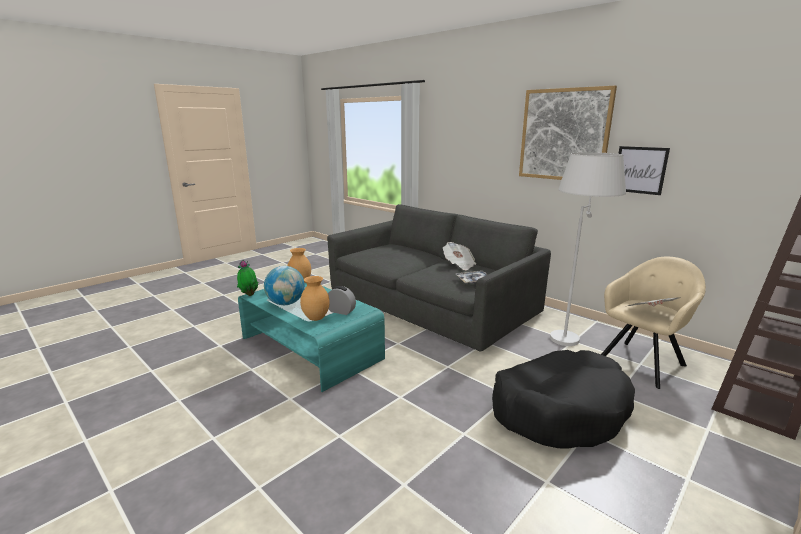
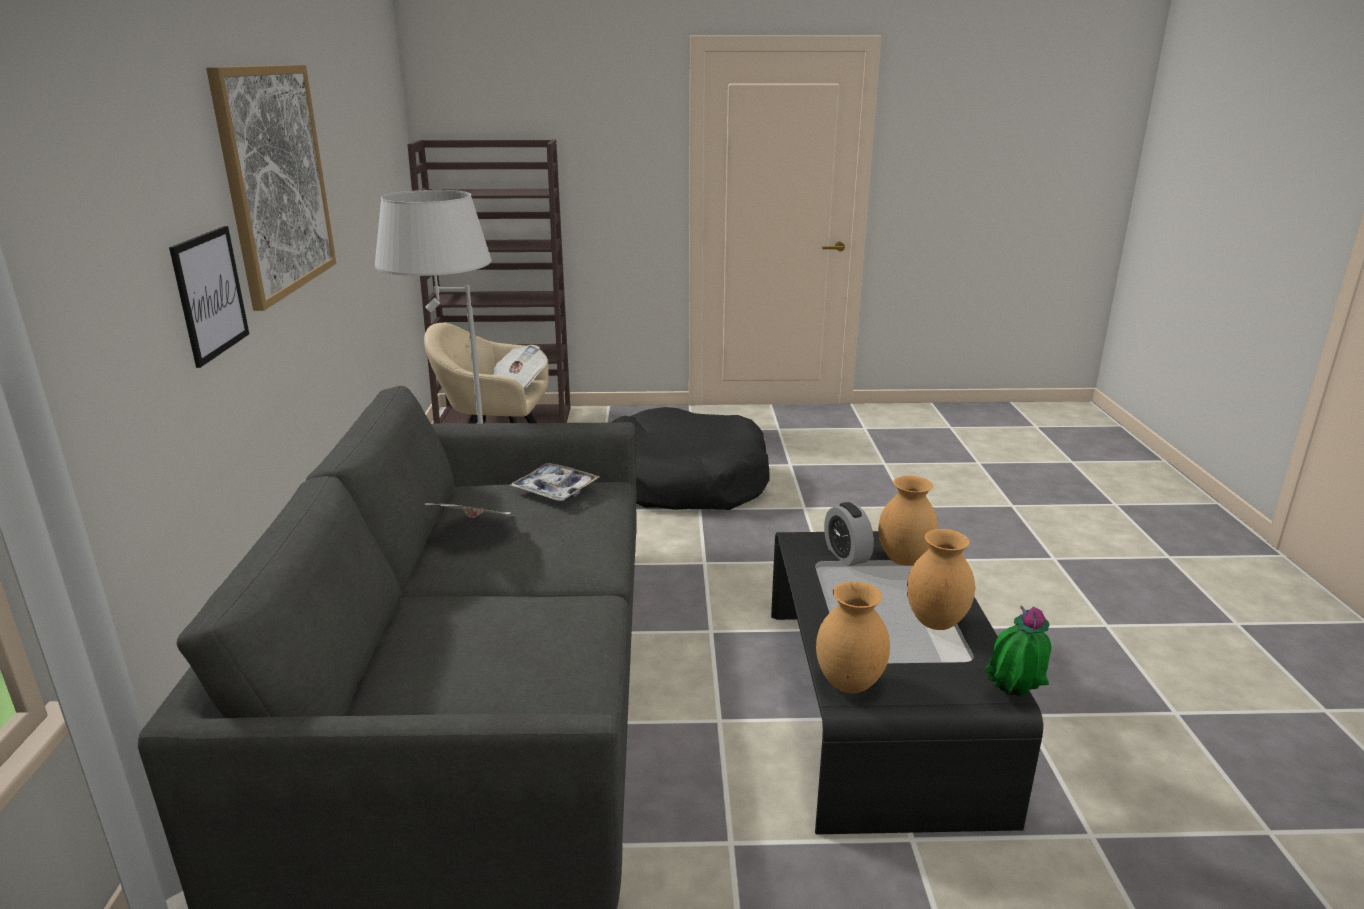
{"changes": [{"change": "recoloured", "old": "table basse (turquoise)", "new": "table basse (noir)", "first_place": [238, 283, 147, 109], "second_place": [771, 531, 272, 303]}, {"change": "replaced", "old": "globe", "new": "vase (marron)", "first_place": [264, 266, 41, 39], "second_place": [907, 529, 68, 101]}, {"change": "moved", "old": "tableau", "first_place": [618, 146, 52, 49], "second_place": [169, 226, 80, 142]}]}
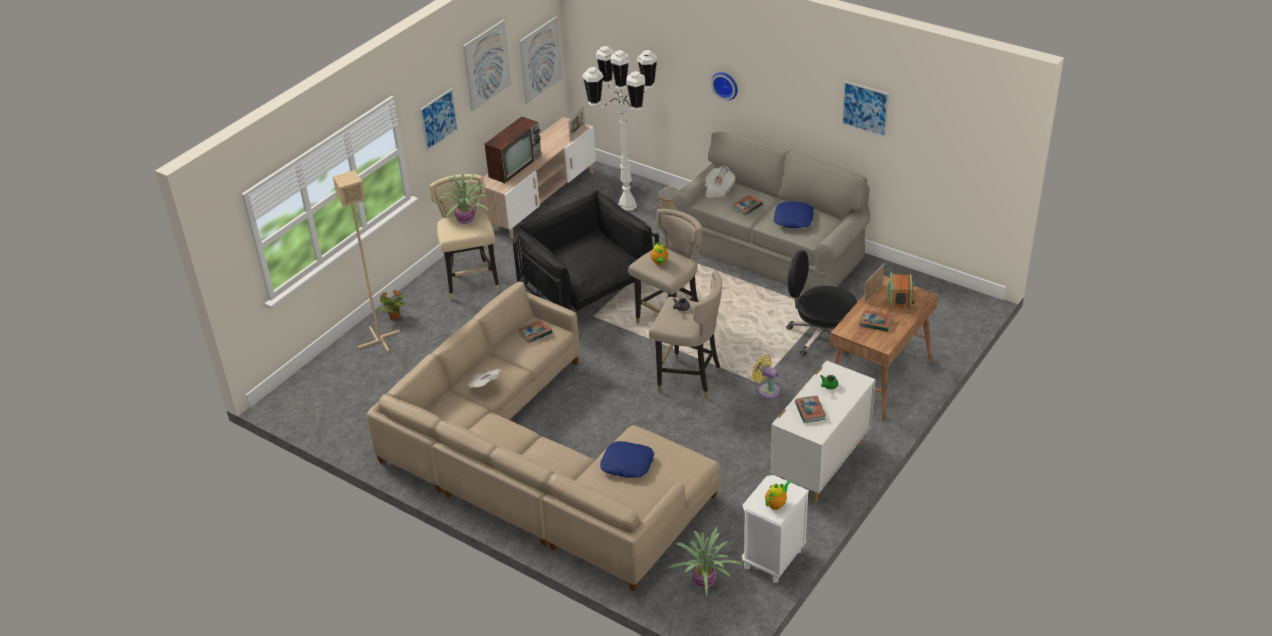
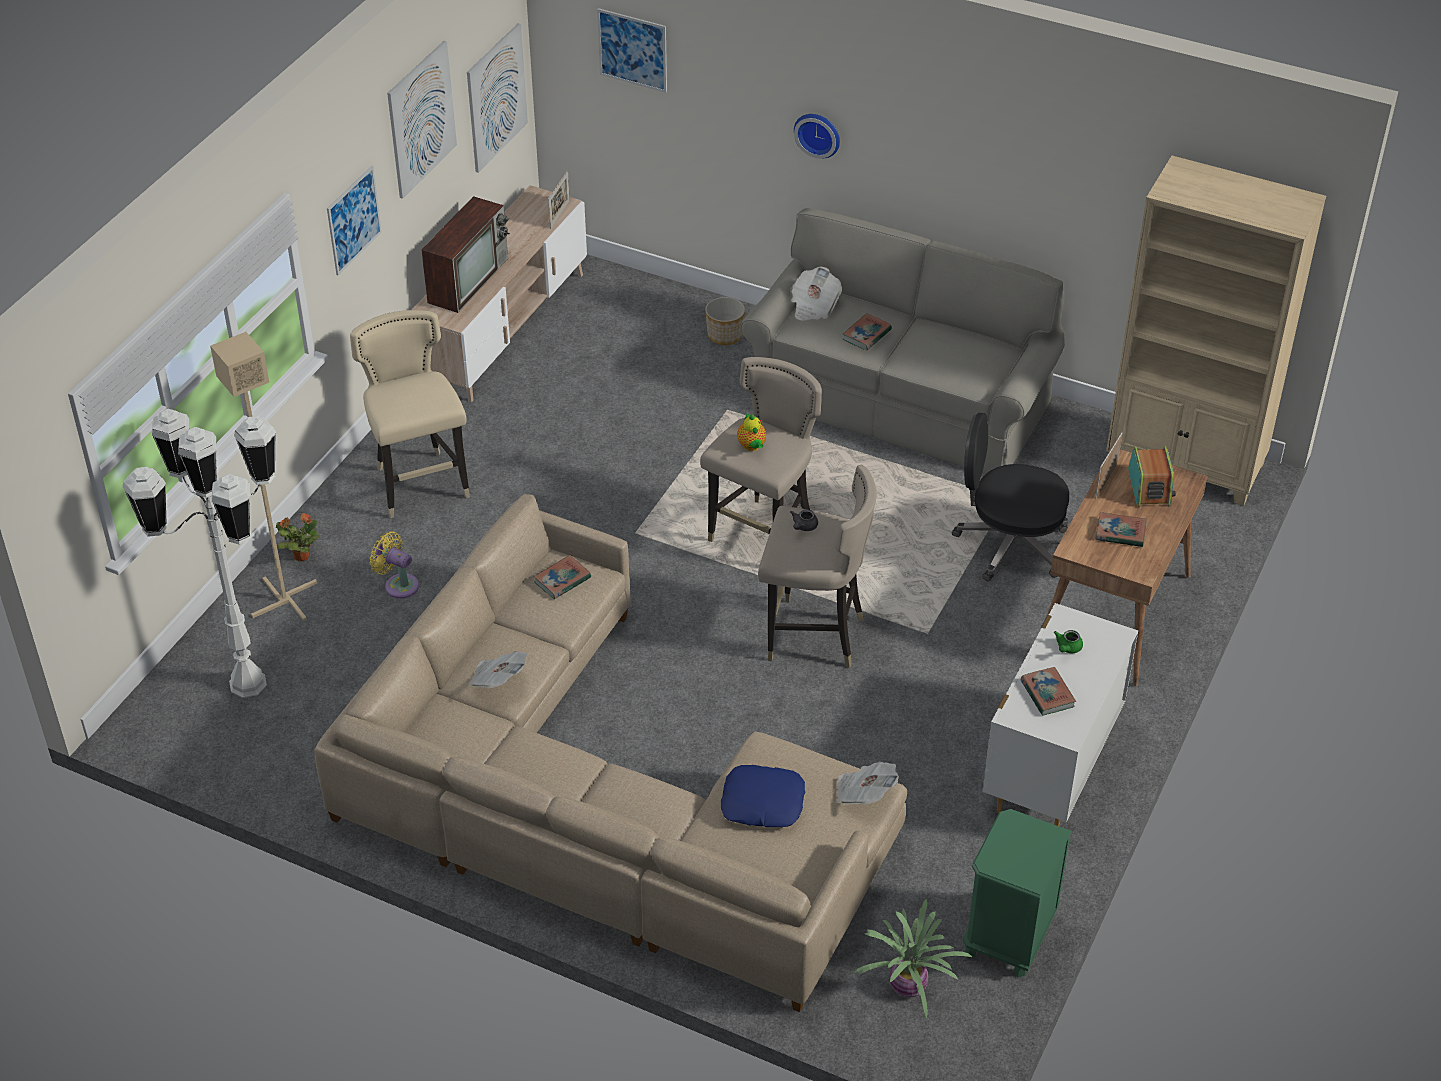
{"changes": [{"change": "removed", "old": "plante en pot", "first_place": [439, 171, 51, 53]}, {"change": "removed", "old": "fauteuil (noir)", "first_place": [513, 190, 146, 121]}, {"change": "moved", "old": "lampadaire (blanc)", "first_place": [582, 46, 76, 165], "second_place": [122, 409, 154, 289]}, {"change": "recoloured", "old": "table de chevet (blanc)", "new": "table de chevet (vert)", "first_place": [742, 475, 67, 108], "second_place": [963, 809, 109, 169]}, {"change": "moved", "old": "ventilateur (jaune)", "first_place": [752, 355, 28, 44], "second_place": [370, 531, 49, 67]}, {"change": "removed", "old": "théière", "first_place": [765, 480, 26, 30]}, {"change": "removed", "old": "coussin (bleu)", "first_place": [774, 201, 40, 27]}, {"change": "moved", "old": "tableau", "first_place": [841, 81, 49, 57], "second_place": [597, 8, 70, 85]}, {"change": "added", "new": "journal", "second_place": [836, 761, 63, 44]}, {"change": "added", "new": "bibliothèque (beige)", "second_place": [1106, 156, 220, 350]}]}
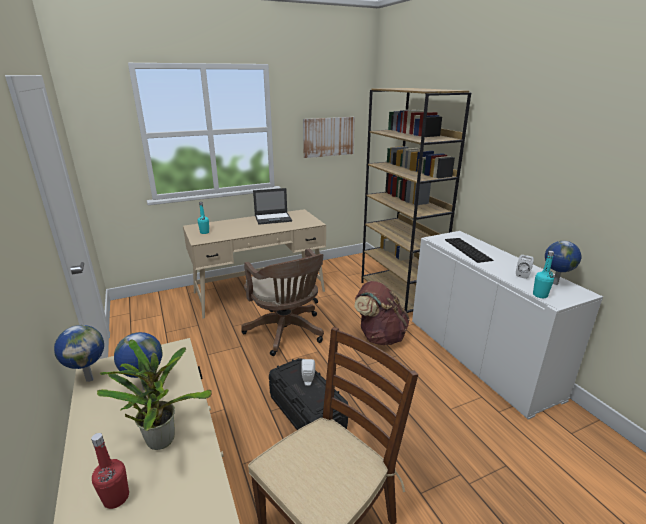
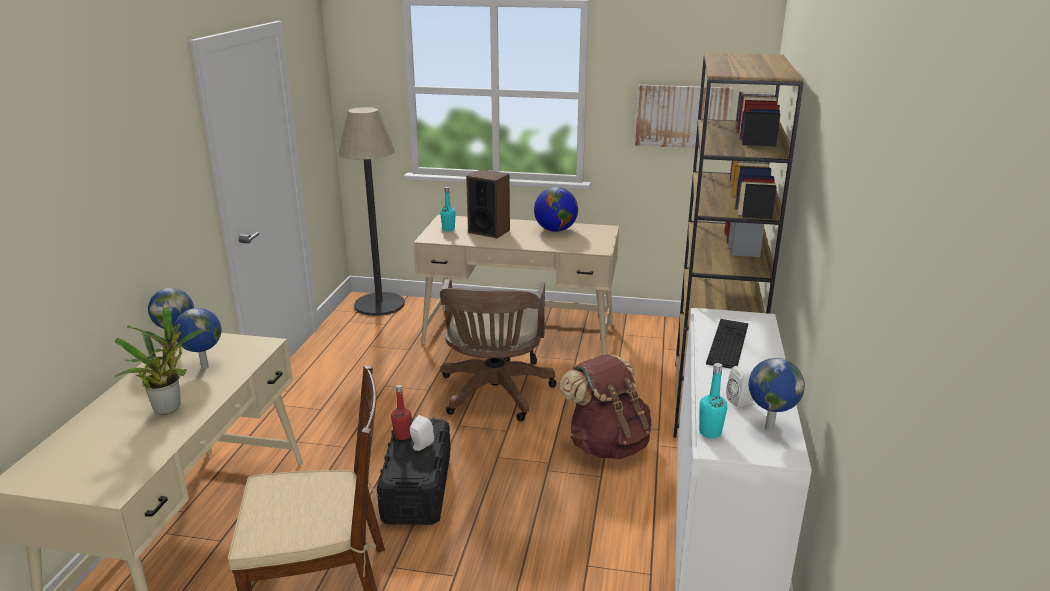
{"changes": [{"change": "moved", "old": "bouteille (rouge)", "first_place": [91, 433, 38, 76], "second_place": [391, 385, 20, 55]}, {"change": "replaced", "old": "ordinateur portable", "new": "globe", "first_place": [253, 188, 39, 37], "second_place": [534, 187, 44, 45]}, {"change": "added", "new": "lampadaire", "second_place": [338, 107, 67, 209]}, {"change": "added", "new": "enceinte", "second_place": [466, 170, 44, 68]}]}
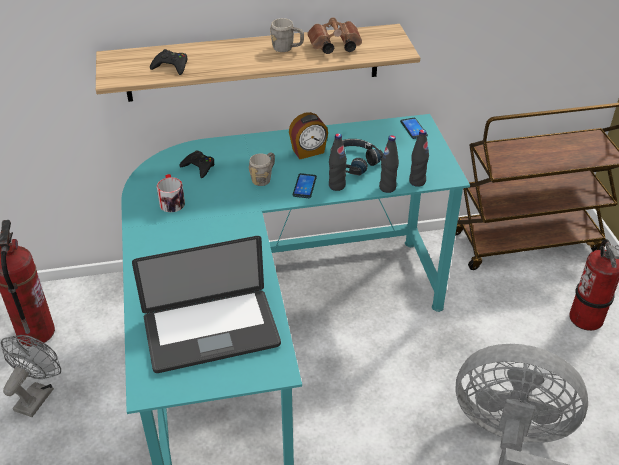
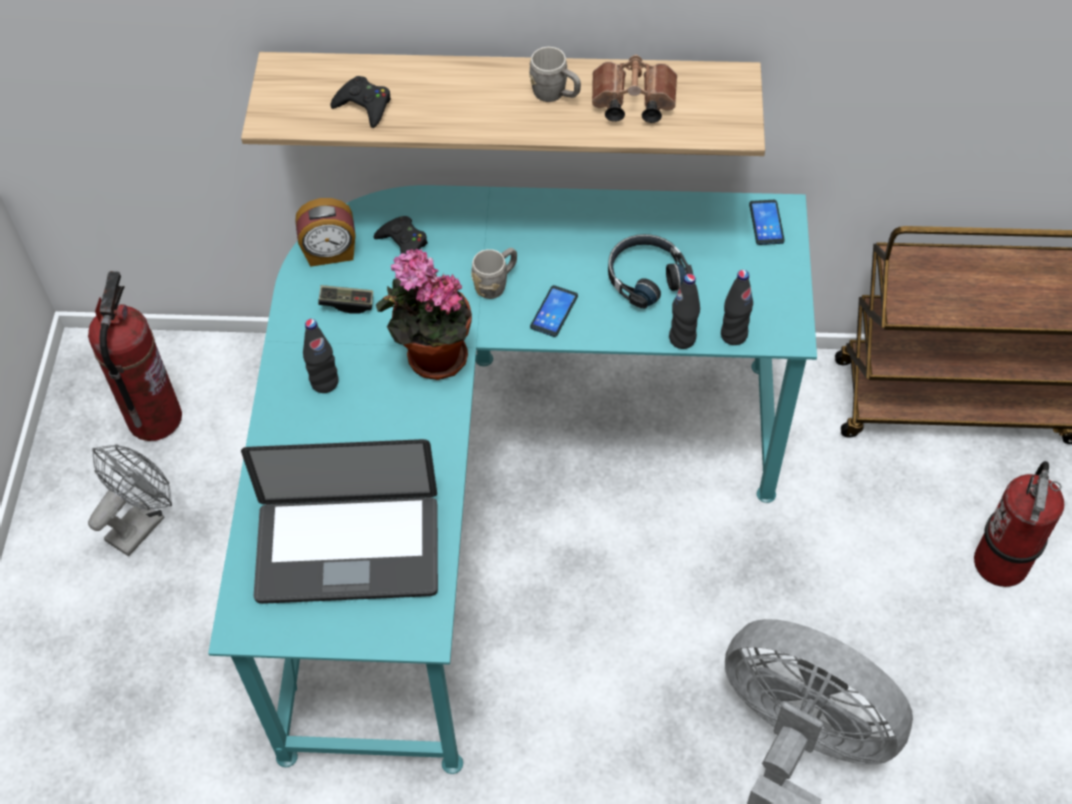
{"changes": [{"change": "replaced", "old": "mug", "new": "manette", "first_place": [157, 174, 28, 38], "second_place": [318, 285, 55, 29]}, {"change": "moved", "old": "réveil", "first_place": [289, 112, 39, 47], "second_place": [295, 198, 61, 69]}, {"change": "moved", "old": "bouteille (noir)", "first_place": [329, 133, 18, 58], "second_place": [303, 319, 36, 74]}, {"change": "added", "new": "plante en pot", "second_place": [376, 249, 96, 131]}]}
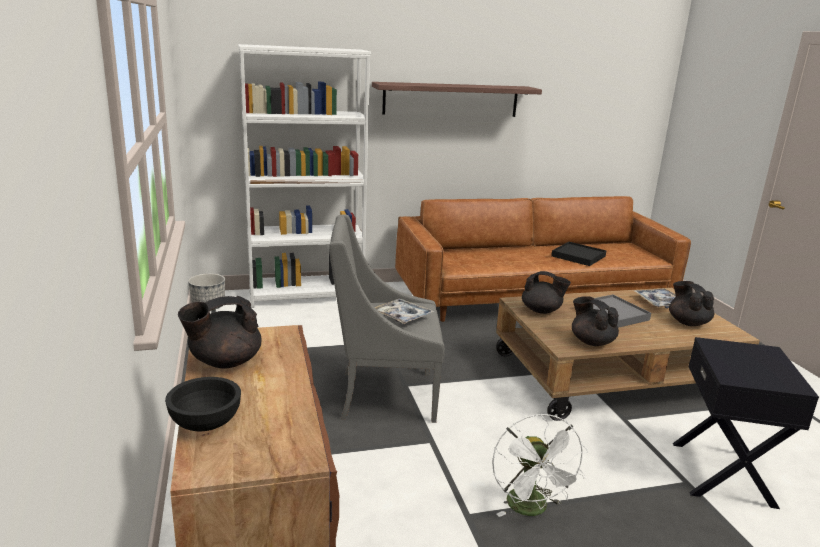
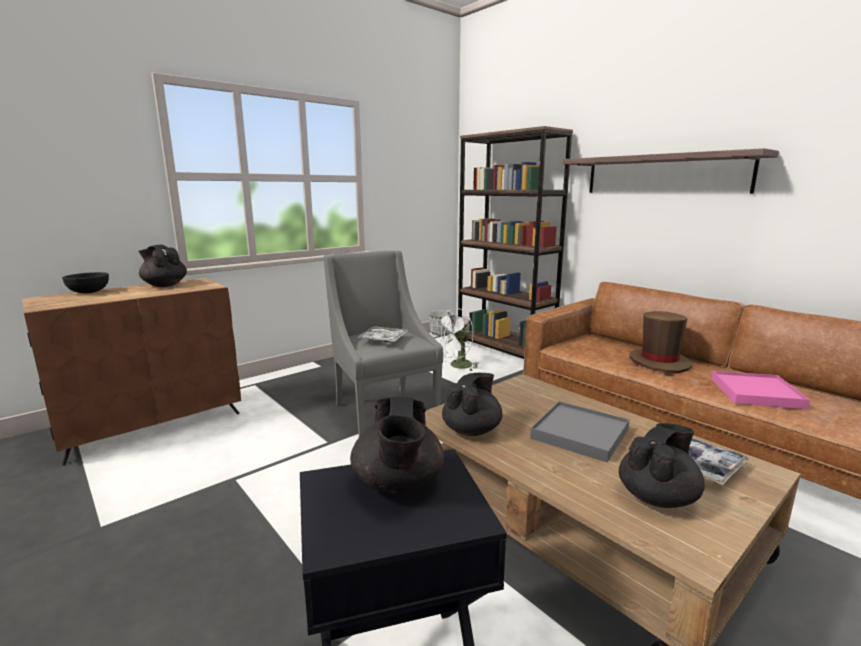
{"changes": [{"change": "recoloured", "old": "bibliothèque (blanc)", "new": "bibliothèque (marron)", "first_place": [238, 44, 133, 264], "second_place": [458, 126, 115, 233]}, {"change": "moved", "old": "ventilateur (blanc)", "first_place": [492, 414, 96, 103], "second_place": [434, 308, 44, 63]}, {"change": "moved", "old": "théière (noir)", "first_place": [522, 271, 49, 43], "second_place": [350, 397, 94, 97]}, {"change": "recoloured", "old": "plateau (noir)", "new": "plateau (rose)", "first_place": [551, 242, 55, 24], "second_place": [712, 371, 98, 38]}, {"change": "added", "new": "chapeau (marron)", "second_place": [629, 311, 63, 62]}]}
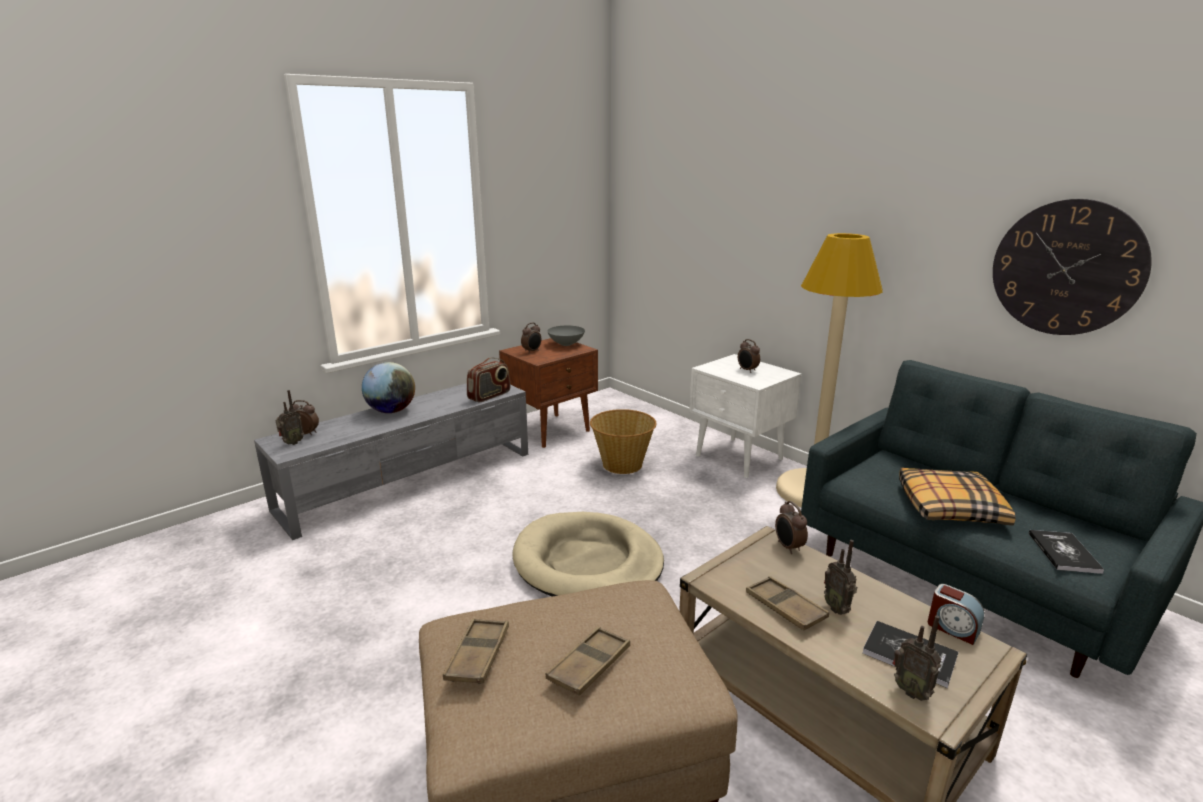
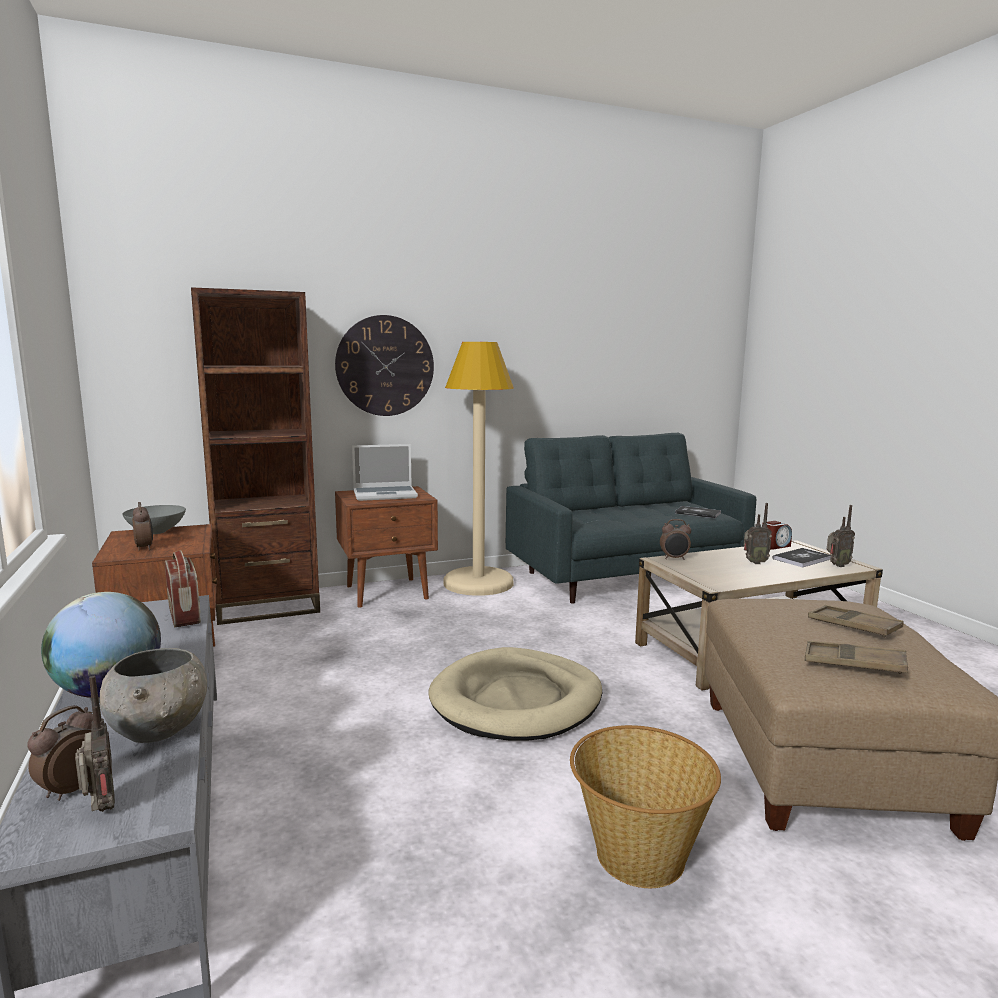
{"changes": [{"change": "moved", "old": "panier", "first_place": [590, 409, 67, 65], "second_place": [570, 725, 151, 163]}, {"change": "recoloured", "old": "table de chevet (blanc)", "new": "table de chevet (marron)", "first_place": [689, 354, 112, 124], "second_place": [335, 486, 103, 122]}, {"change": "replaced", "old": "réveil", "new": "ordinateur portable", "first_place": [738, 339, 22, 34], "second_place": [352, 444, 66, 57]}, {"change": "removed", "old": "plateau (marron)", "first_place": [746, 576, 83, 54]}, {"change": "removed", "old": "coussin", "first_place": [899, 468, 117, 57]}, {"change": "moved", "old": "horloge murale", "first_place": [993, 199, 159, 136], "second_place": [335, 315, 99, 101]}, {"change": "added", "new": "bol (gris)", "second_place": [100, 648, 108, 95]}, {"change": "added", "new": "bibliothèque (marron)", "second_place": [191, 287, 129, 338]}]}
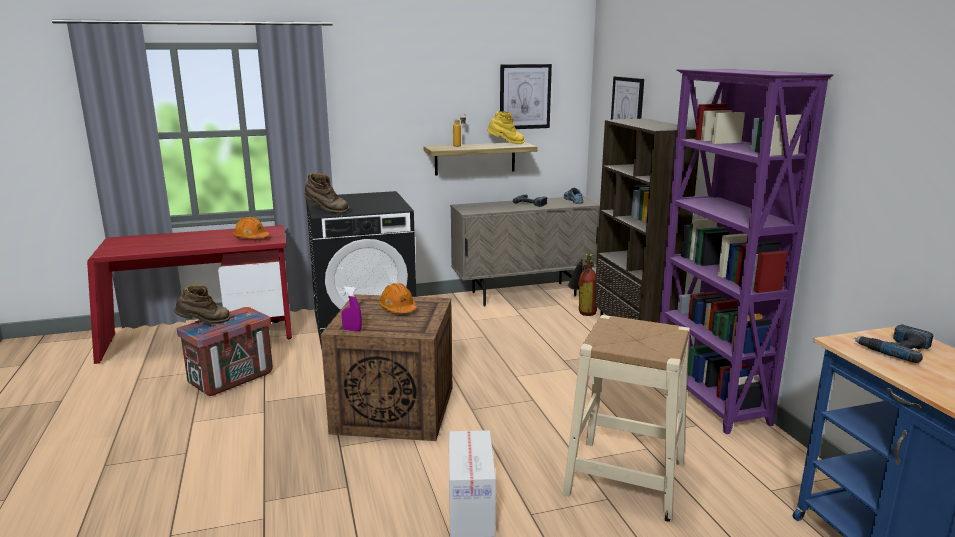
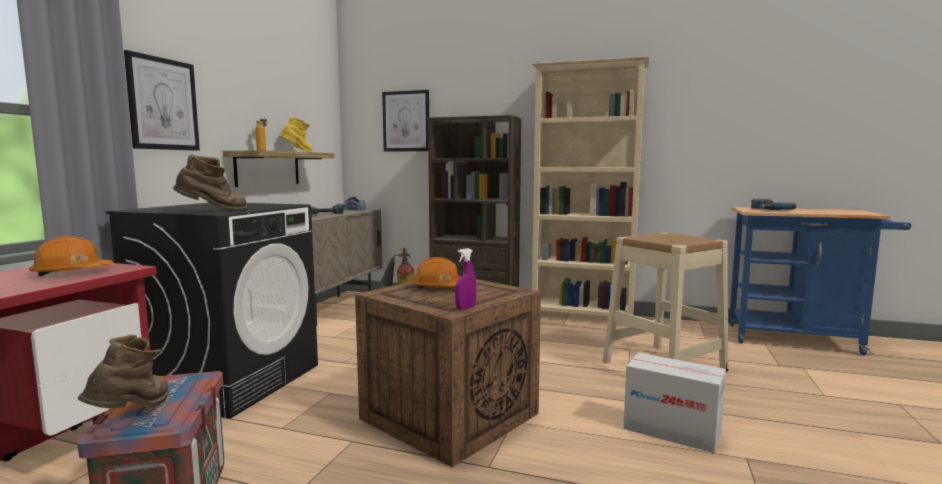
{"changes": [{"change": "moved", "old": "tableau", "first_place": [500, 64, 52, 65], "second_place": [124, 50, 76, 101]}, {"change": "recoloured", "old": "bibliothèque (violet)", "new": "bibliothèque (beige)", "first_place": [659, 69, 174, 365], "second_place": [532, 56, 117, 260]}]}
